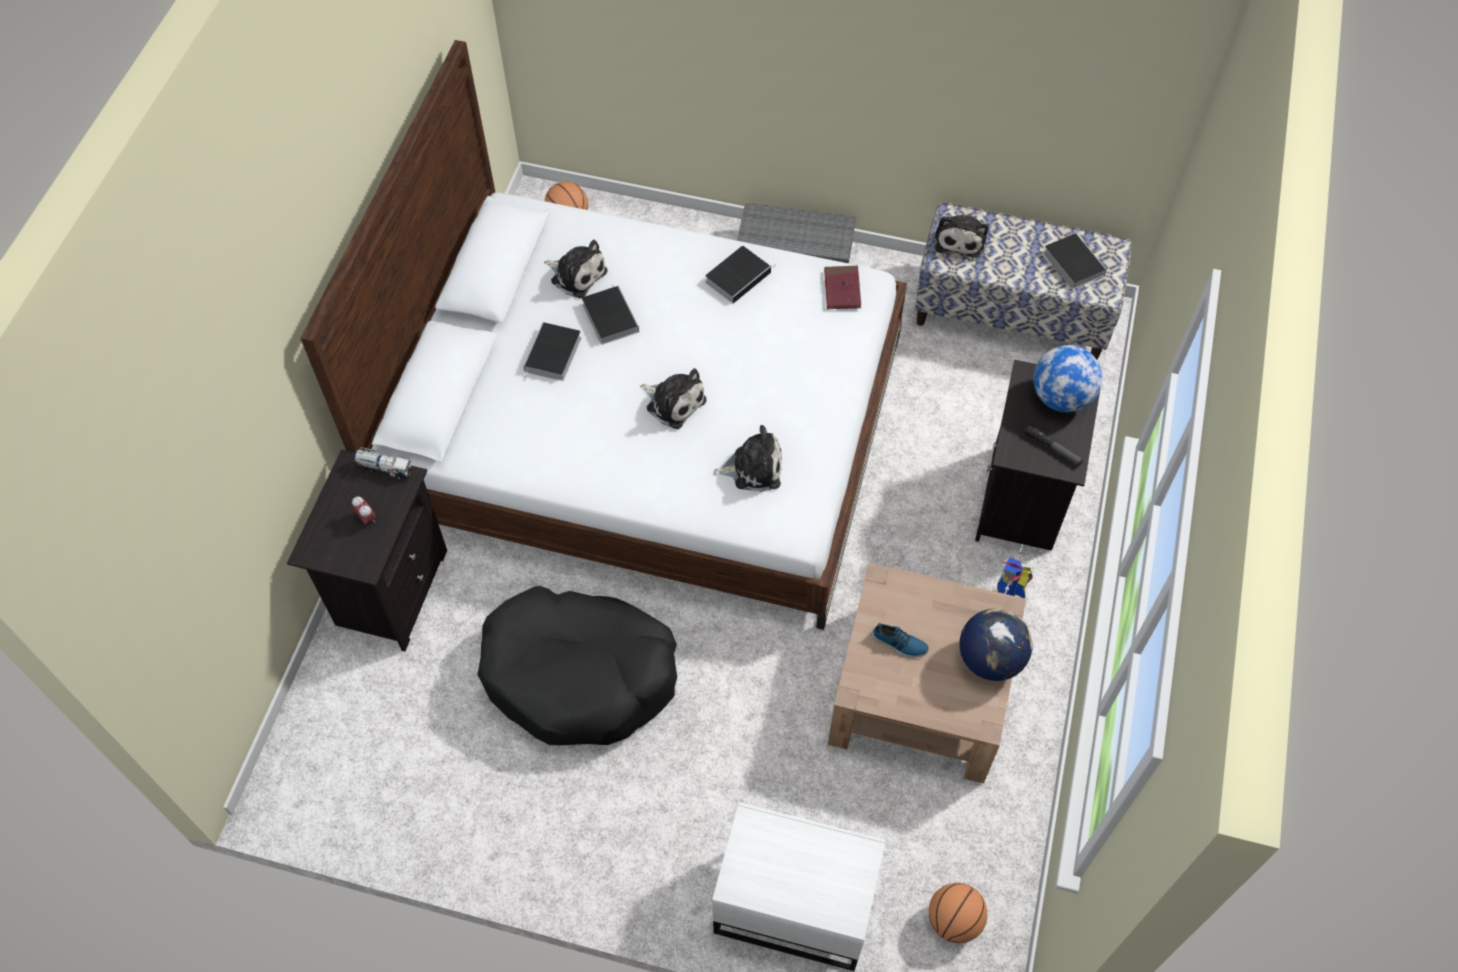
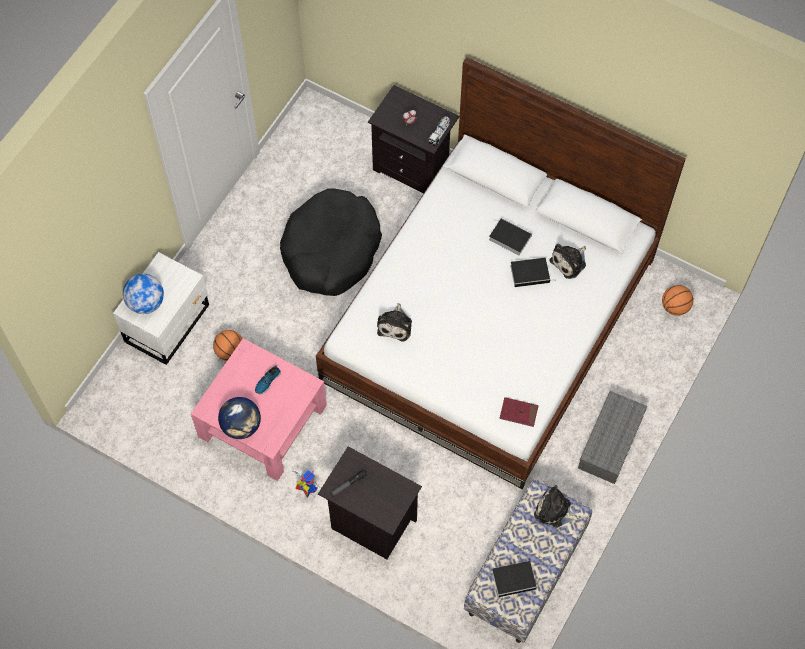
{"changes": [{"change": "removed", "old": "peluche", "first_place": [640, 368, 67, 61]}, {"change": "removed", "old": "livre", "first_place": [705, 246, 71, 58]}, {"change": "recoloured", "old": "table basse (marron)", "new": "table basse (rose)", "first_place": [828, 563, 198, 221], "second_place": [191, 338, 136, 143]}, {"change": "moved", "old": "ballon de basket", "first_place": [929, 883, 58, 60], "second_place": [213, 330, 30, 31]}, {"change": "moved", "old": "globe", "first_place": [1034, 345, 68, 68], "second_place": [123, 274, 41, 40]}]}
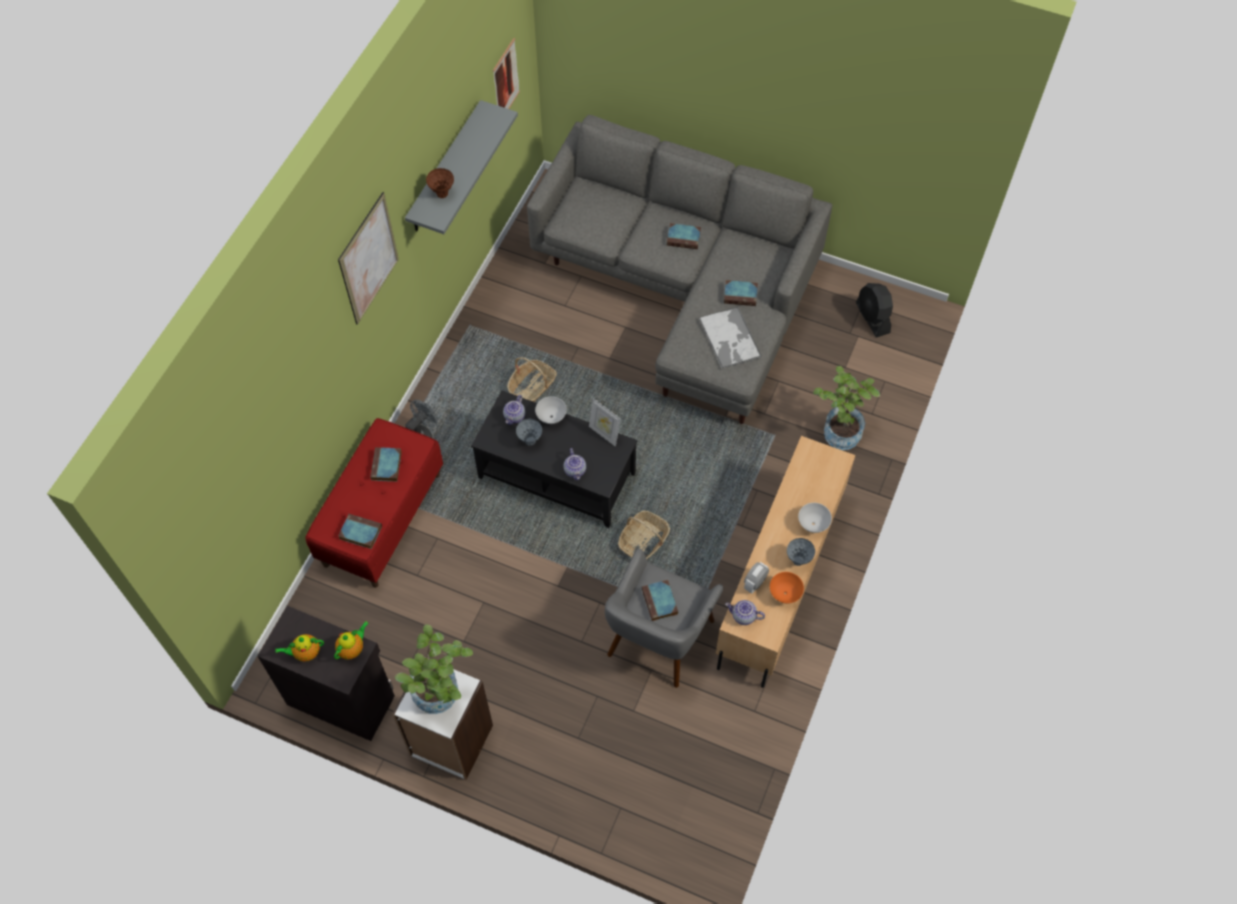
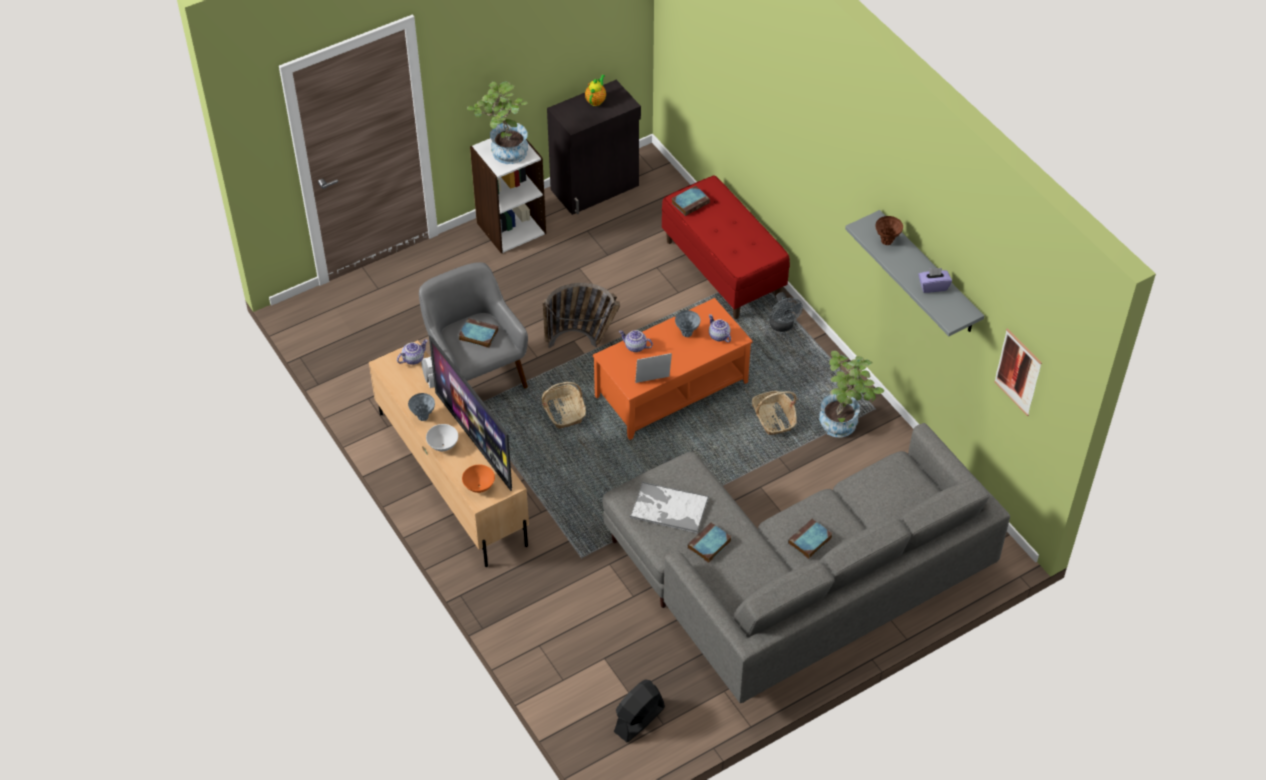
{"changes": [{"change": "removed", "old": "théière", "first_place": [334, 621, 35, 39]}, {"change": "removed", "old": "tableau", "first_place": [338, 192, 61, 133]}, {"change": "removed", "old": "livre", "first_place": [370, 447, 32, 35]}, {"change": "recoloured", "old": "table basse (noir)", "new": "table basse (orange)", "first_place": [471, 390, 166, 138], "second_place": [593, 298, 160, 142]}, {"change": "removed", "old": "bol (blanc)", "first_place": [535, 396, 32, 28]}, {"change": "moved", "old": "bol (orange)", "first_place": [770, 572, 34, 32], "second_place": [462, 465, 33, 28]}, {"change": "moved", "old": "plante en pot", "first_place": [813, 366, 67, 84], "second_place": [819, 351, 65, 87]}, {"change": "turned", "old": "ventilateur (noir)", "first_place": [856, 283, 37, 54], "second_place": [614, 679, 51, 63], "degrees": -60}, {"change": "added", "new": "téléviseur", "second_place": [429, 335, 83, 156]}, {"change": "added", "new": "panier", "second_place": [543, 283, 77, 65]}, {"change": "added", "new": "boîte à mouchoirs (violet)", "second_place": [918, 268, 34, 25]}]}
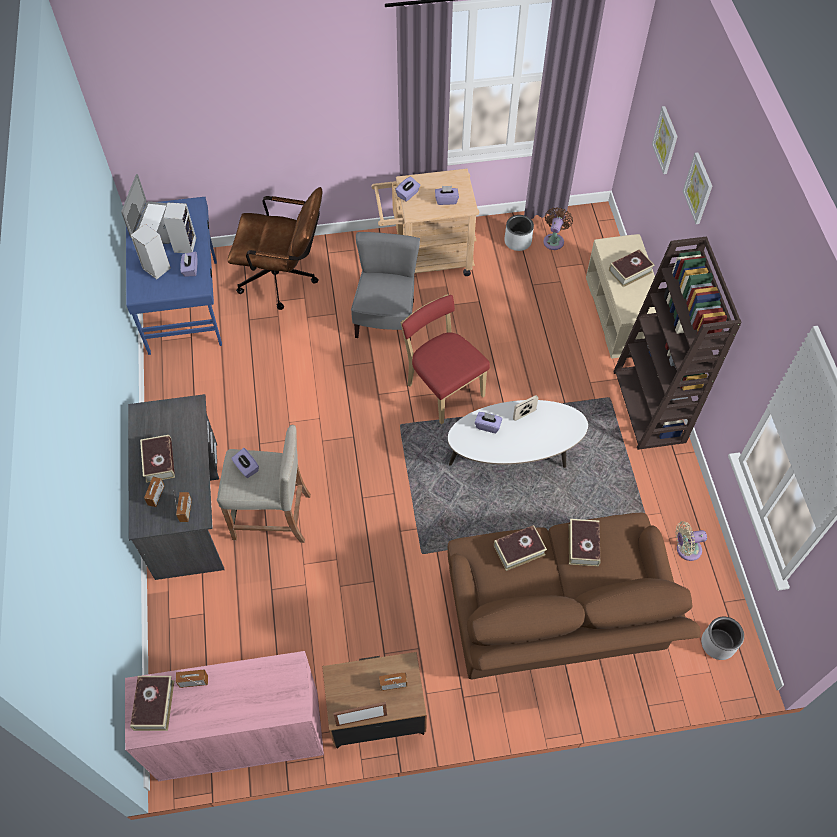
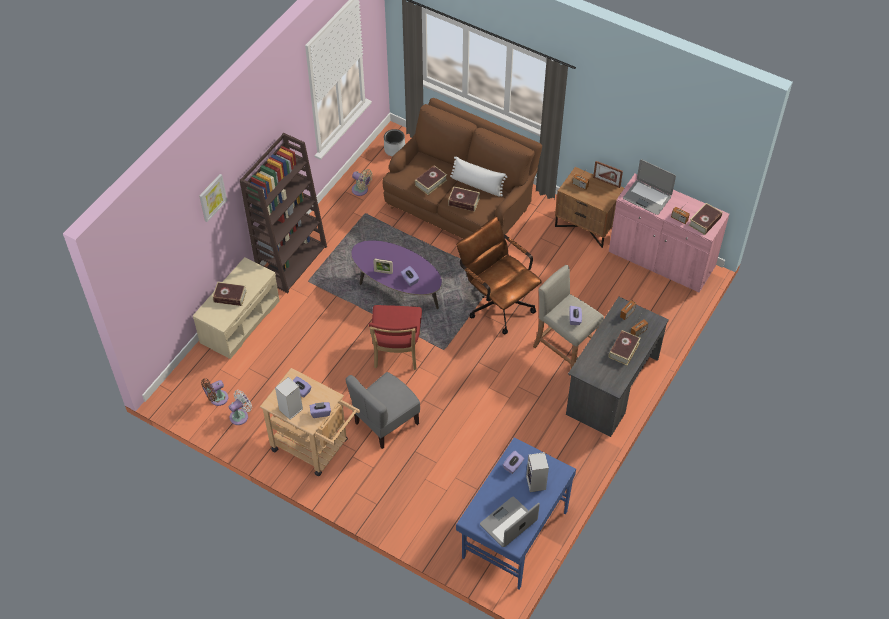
{"changes": [{"change": "moved", "old": "enceinte", "first_place": [163, 203, 33, 50], "second_place": [275, 377, 28, 43]}, {"change": "moved", "old": "chaise de bureau (marron)", "first_place": [228, 187, 94, 123], "second_place": [457, 216, 85, 118]}, {"change": "recoloured", "old": "table basse (blanc)", "new": "table basse (violet)", "first_place": [448, 400, 140, 68], "second_place": [351, 240, 91, 69]}, {"change": "replaced", "old": "cache-pot (gris)", "new": "ventilateur (blanc)", "first_place": [504, 215, 30, 36], "second_place": [229, 390, 23, 35]}, {"change": "removed", "old": "tableau", "first_place": [652, 106, 26, 68]}, {"change": "added", "new": "coussin (blanc)", "second_place": [450, 156, 57, 41]}, {"change": "added", "new": "ordinateur portable", "second_place": [623, 159, 53, 56]}]}
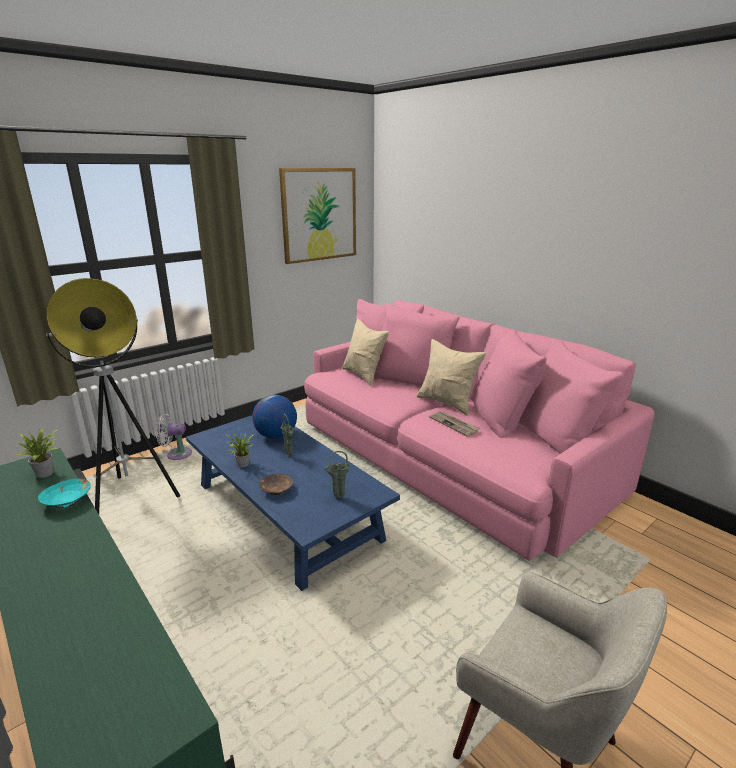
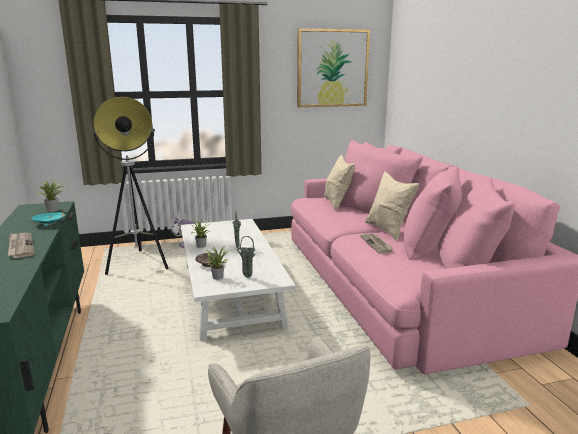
{"changes": [{"change": "recoloured", "old": "table basse (bleu)", "new": "table basse (blanc)", "first_place": [186, 416, 214, 175], "second_place": [181, 219, 114, 122]}, {"change": "removed", "old": "globe", "first_place": [252, 395, 45, 44]}, {"change": "added", "new": "journal", "second_place": [8, 233, 26, 25]}, {"change": "added", "new": "plante en pot", "second_place": [206, 246, 23, 34]}]}
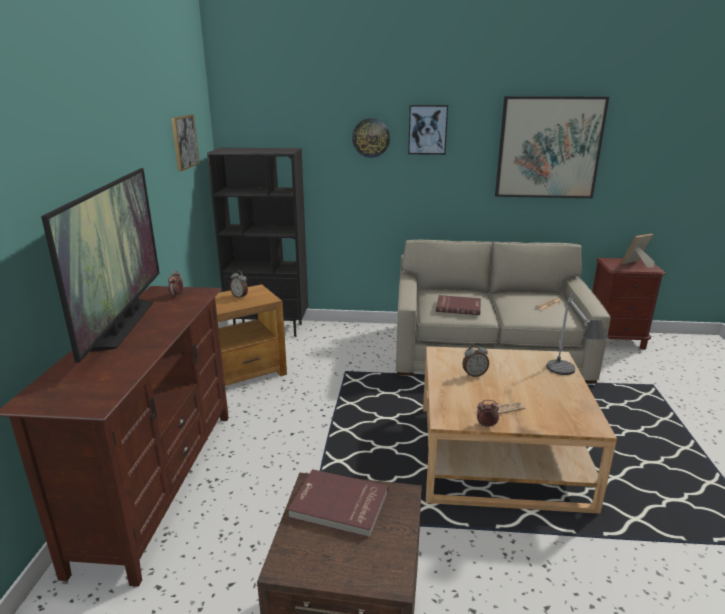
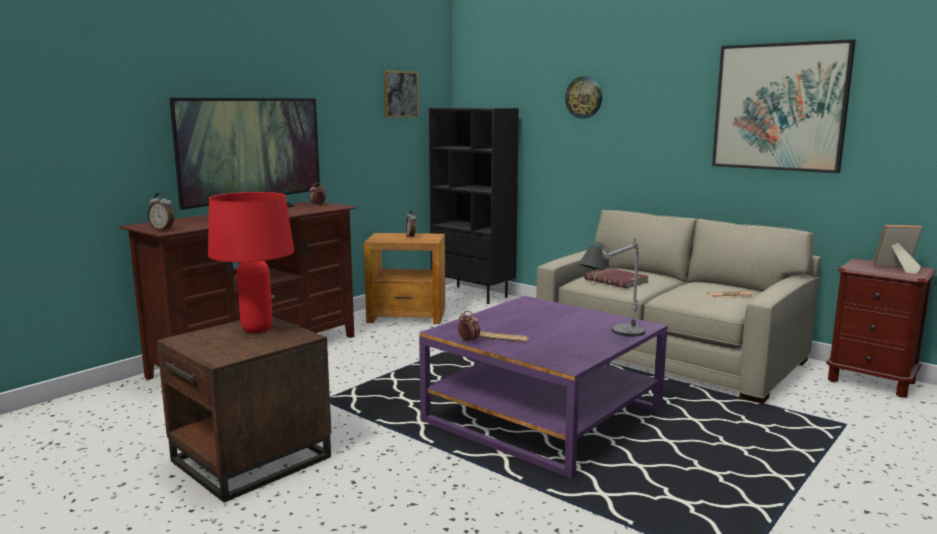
{"changes": [{"change": "replaced", "old": "livre (rouge)", "new": "lampe de table (rouge)", "first_place": [288, 469, 100, 69], "second_place": [208, 192, 86, 141]}, {"change": "removed", "old": "tableau", "first_place": [408, 105, 40, 50]}, {"change": "recoloured", "old": "table basse (beige)", "new": "table basse (violet)", "first_place": [423, 346, 194, 168], "second_place": [419, 296, 249, 183]}, {"change": "moved", "old": "réveil", "first_place": [462, 343, 27, 34], "second_place": [147, 193, 27, 38]}]}
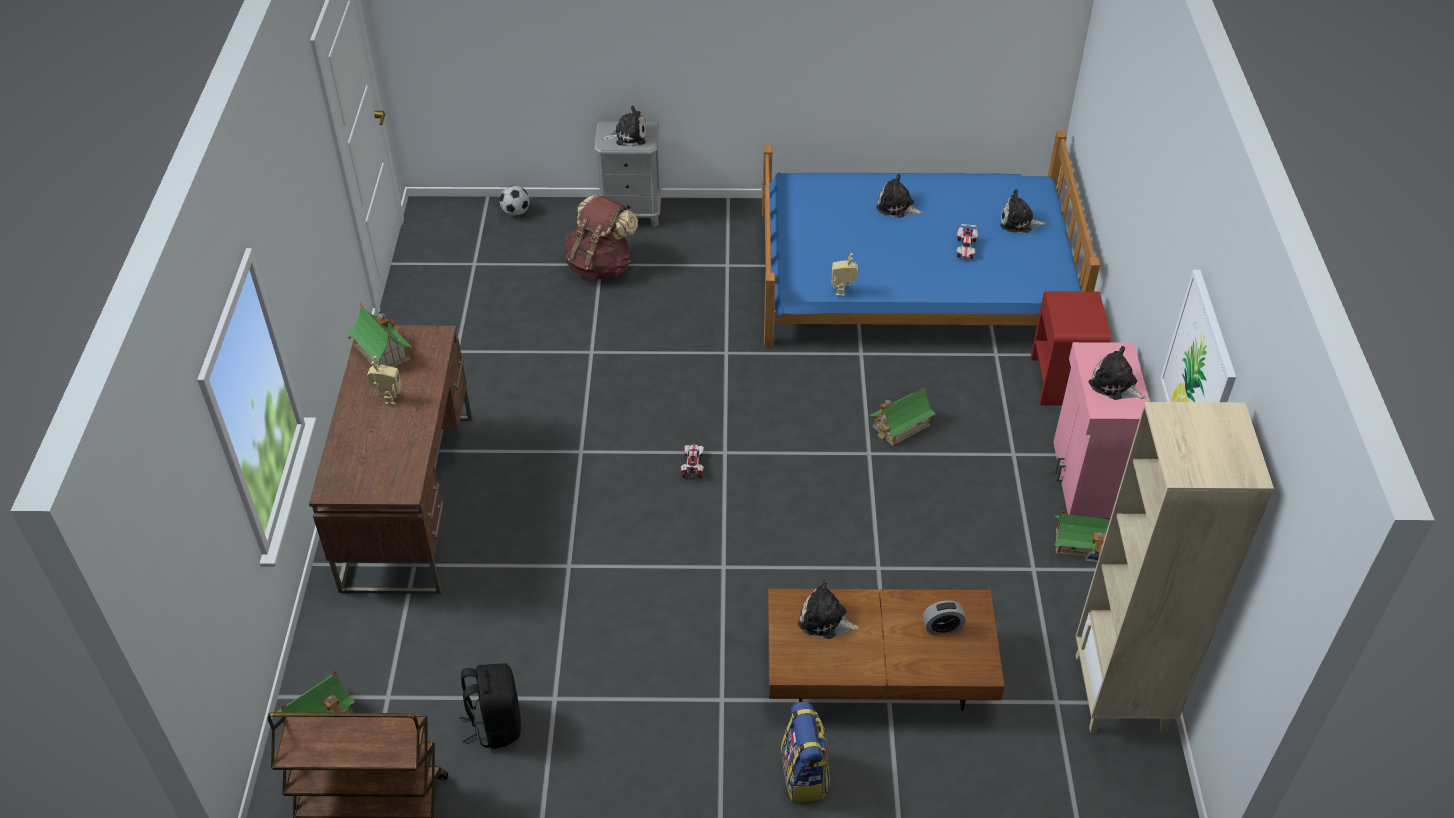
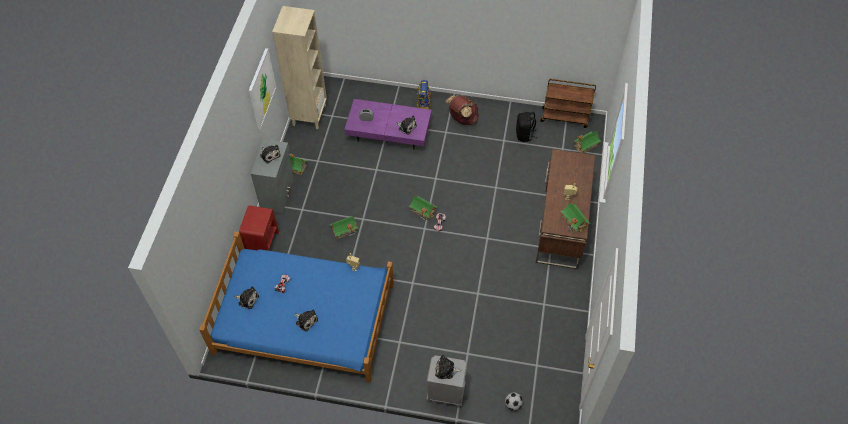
{"changes": [{"change": "moved", "old": "sac à dos (marron)", "first_place": [565, 195, 73, 85], "second_place": [445, 95, 33, 30]}, {"change": "recoloured", "old": "table basse (marron)", "new": "table basse (violet)", "first_place": [768, 589, 237, 122], "second_place": [345, 99, 87, 51]}, {"change": "recoloured", "old": "meuble de rangement (rose)", "new": "meuble de rangement (gris)", "first_place": [1053, 342, 97, 176], "second_place": [251, 139, 43, 74]}, {"change": "added", "new": "maison miniature", "second_place": [408, 195, 30, 25]}]}
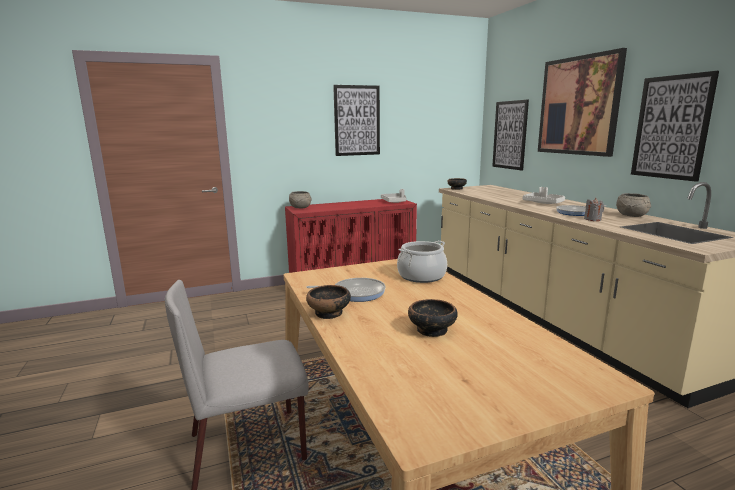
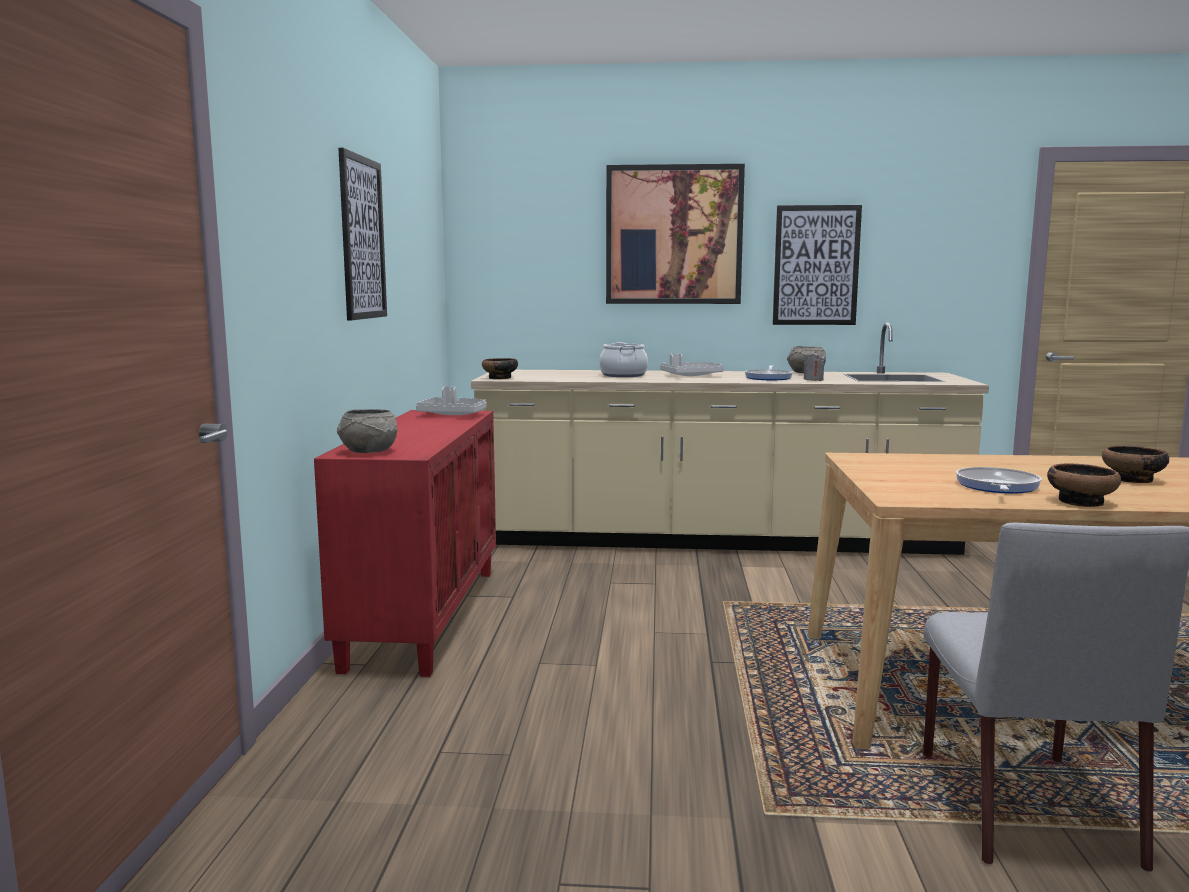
{"changes": [{"change": "moved", "old": "marmite", "first_place": [397, 241, 50, 42], "second_place": [599, 342, 49, 35]}, {"change": "removed", "old": "tableau", "first_place": [492, 100, 37, 70]}]}
